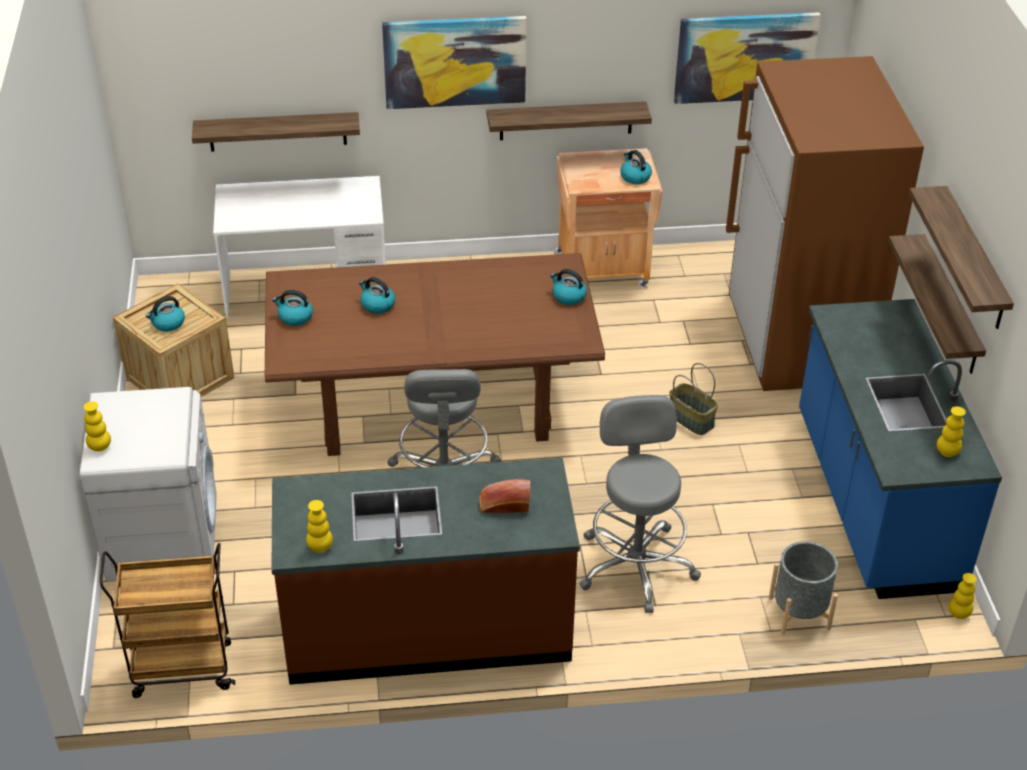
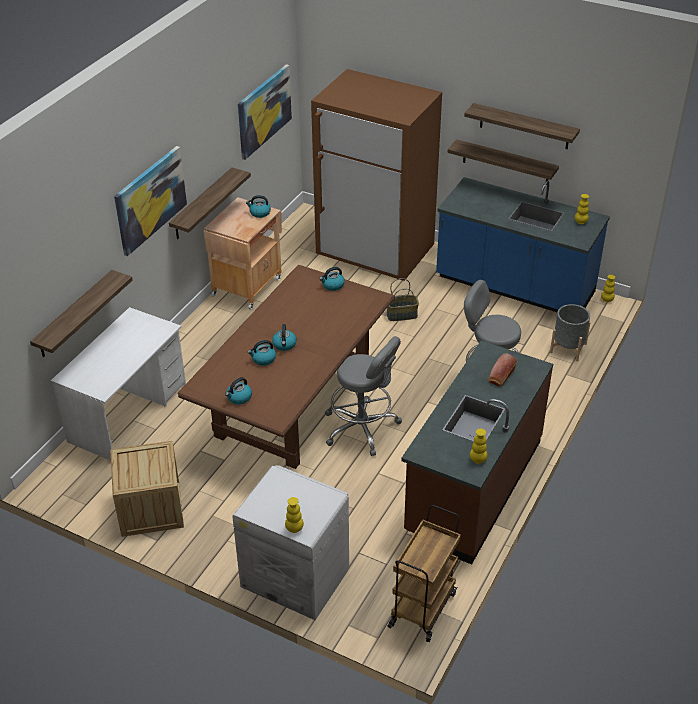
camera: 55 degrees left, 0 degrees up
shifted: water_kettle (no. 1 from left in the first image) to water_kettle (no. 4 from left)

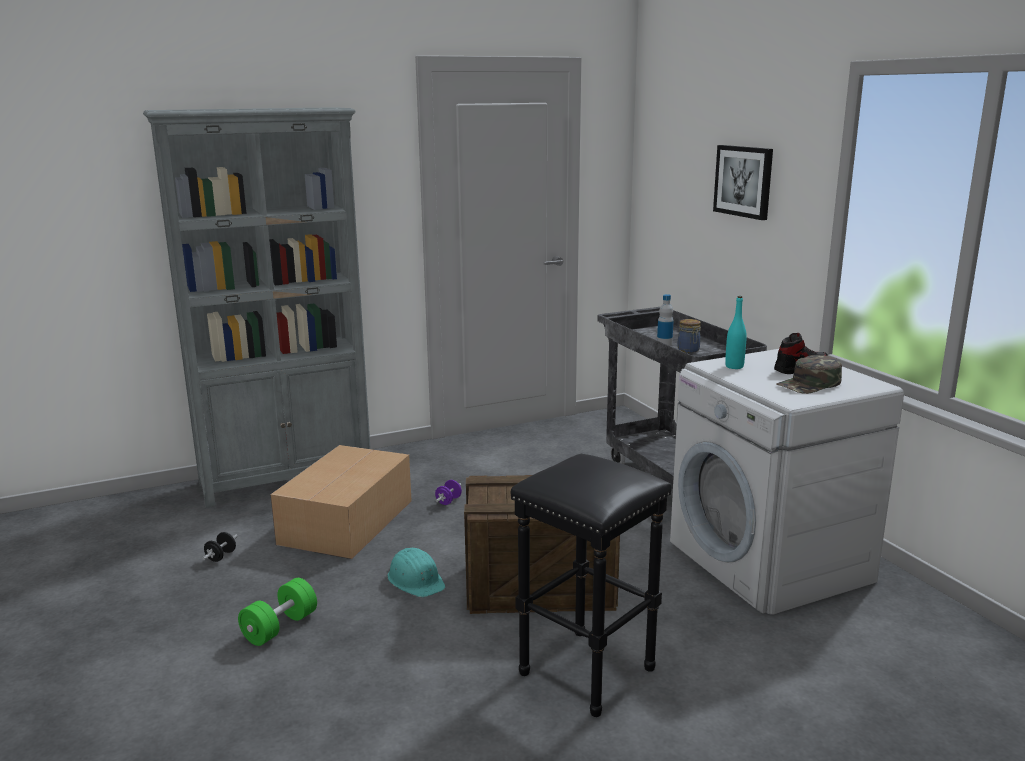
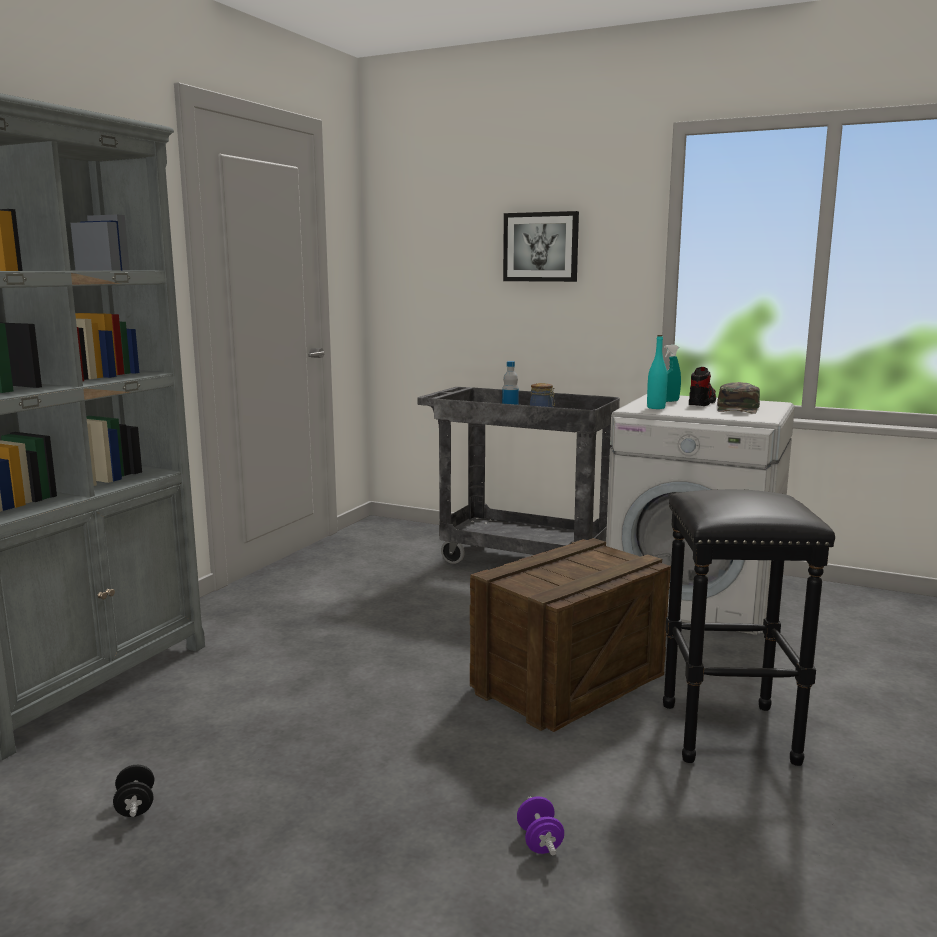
camera: 40 degrees left, 5 degrees down
gone: greenish_hand_weight; carton; turquoise-coloured_safety_helmet
new: turquoise-coloured_hand_sprayer
shifted: purplish_hand_weight

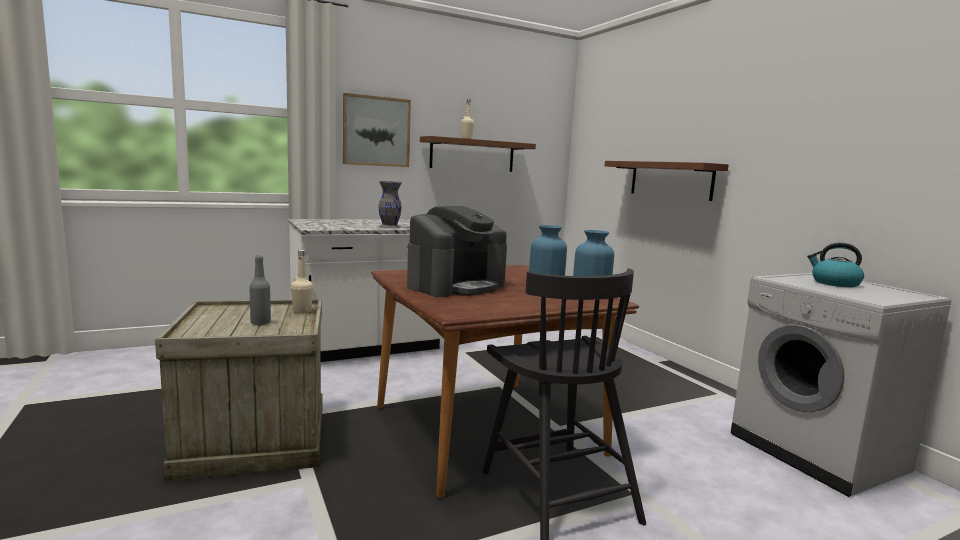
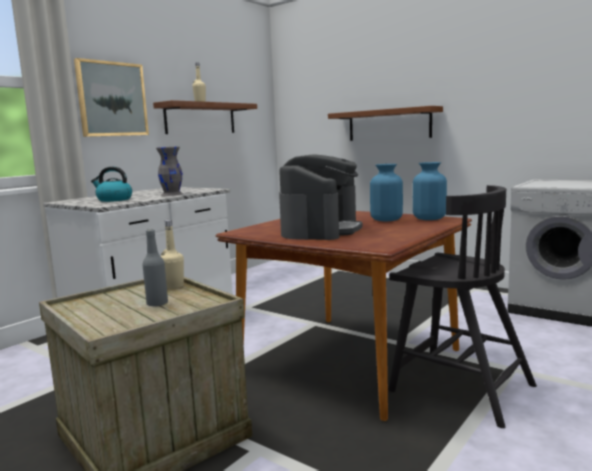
camera: 25 degrees left, 0 degrees up
shifted: water_kettle

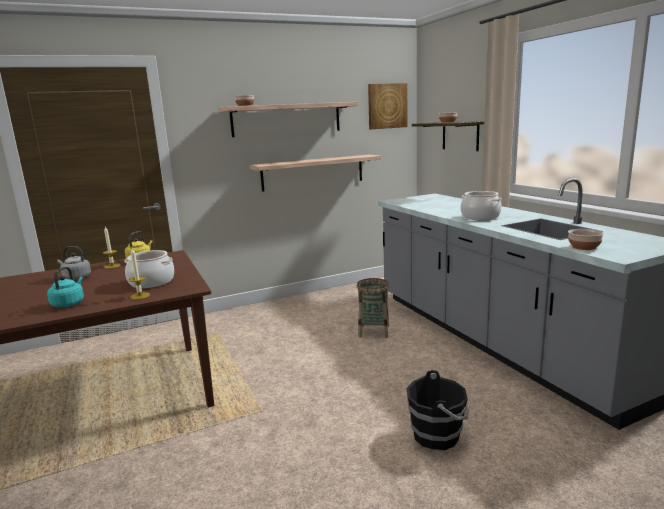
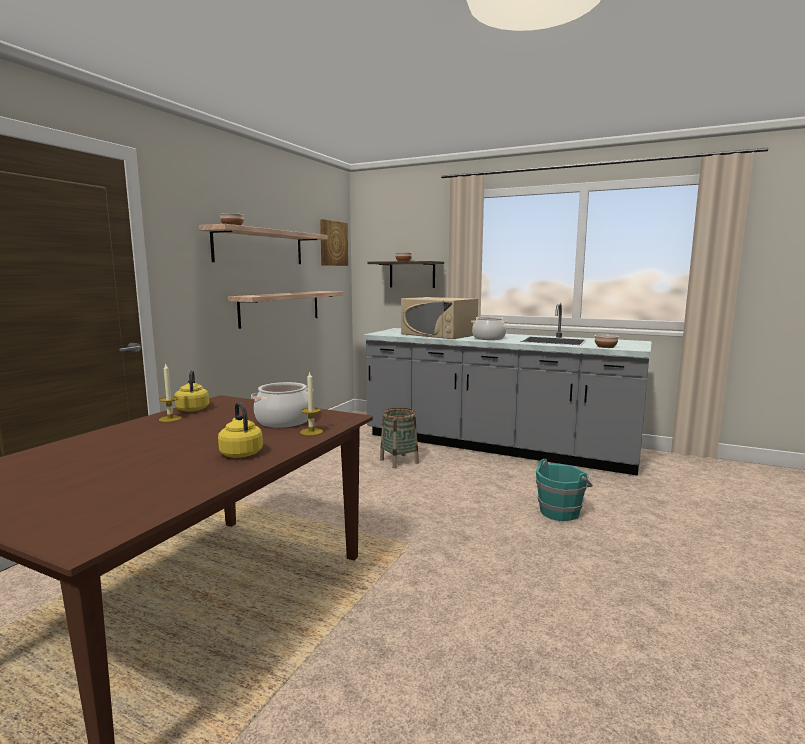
camera: 40 degrees left, 5 degrees down
gone: greyish_water_kettle
new: beige_microwave_oven
repainted: turquoise-coloured_water_kettle to yellow-coloured_water_kettle (no. 2 from left); black-coloured_water_bucket to turquoise-coloured_water_bucket

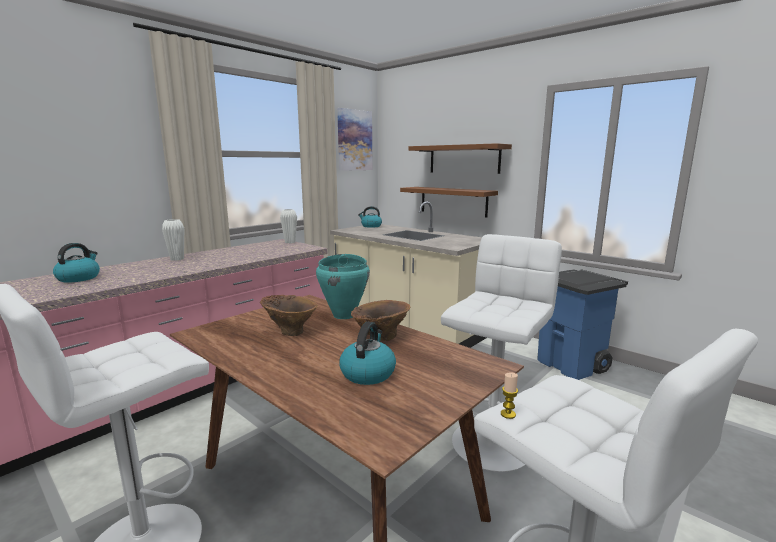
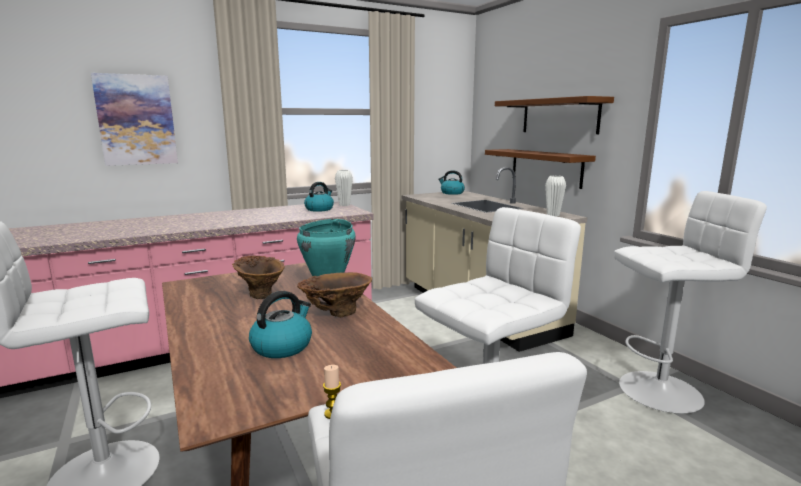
camera: 20 degrees right, 0 degrees up
shifted: water_kettle (no. 1 from left in the first image) to water_kettle (no. 2 from left); white-coloured_flower_vase (no. 1 from left in the first image) to white-coloured_flower_vase (no. 2 from left); wall_picture
swapped: bluish_rubbish_bin to white-coloured_stool (no. 4 from left)

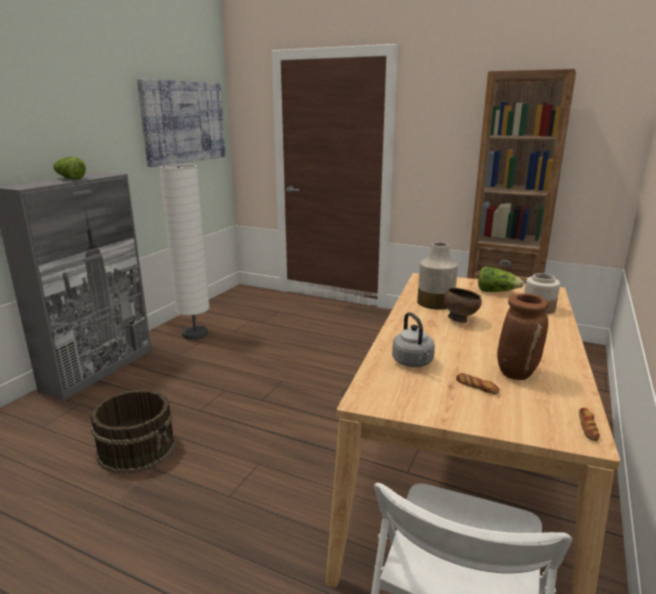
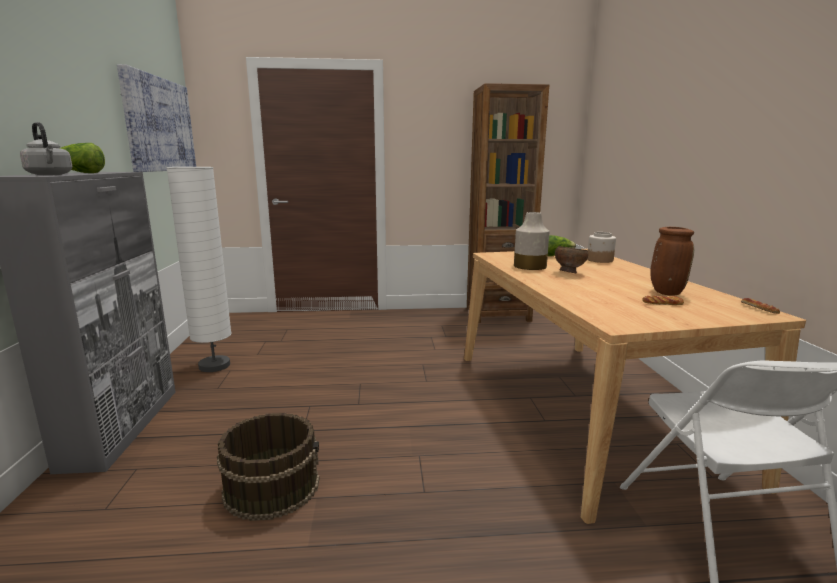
camera: 30 degrees left, 5 degrees down
shifted: greyish_water_kettle

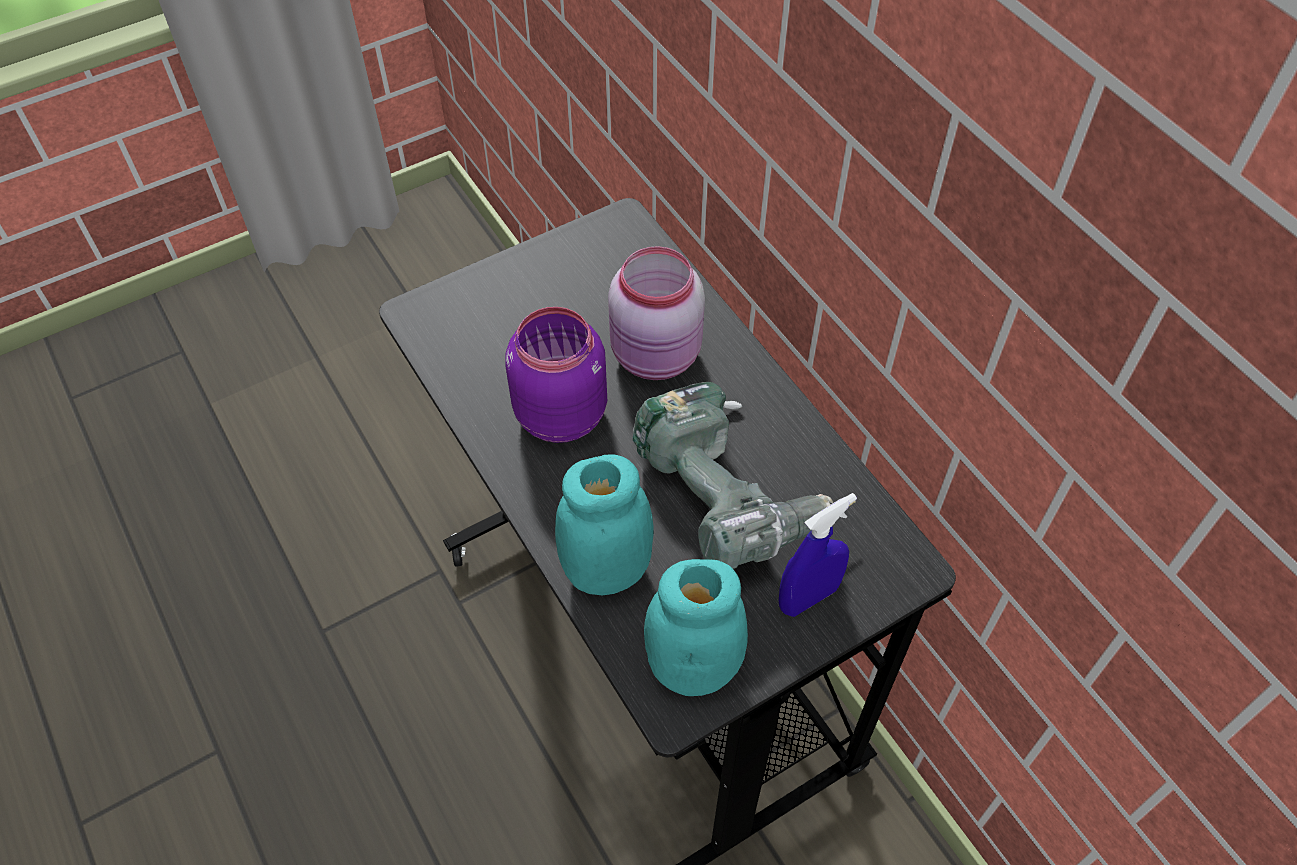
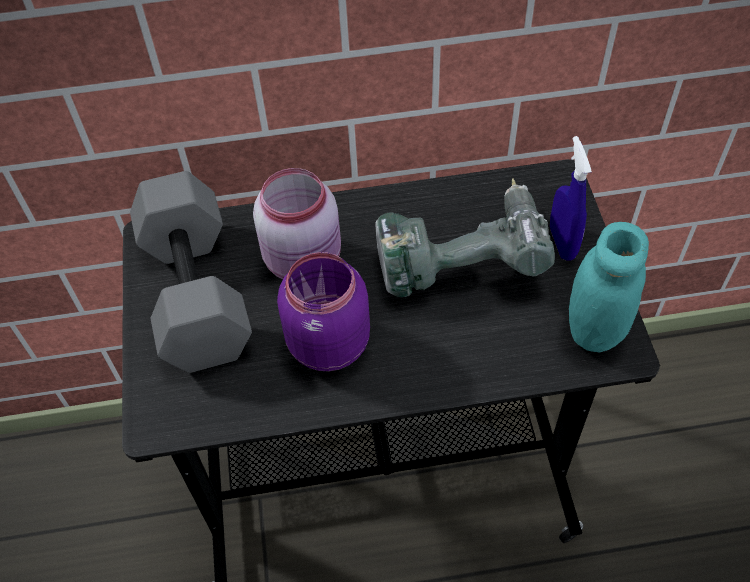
camera: 65 degrees left, 0 degrees up
gone: turquoise-coloured_jar (no. 1 from left)
new: greyish_hand_weight

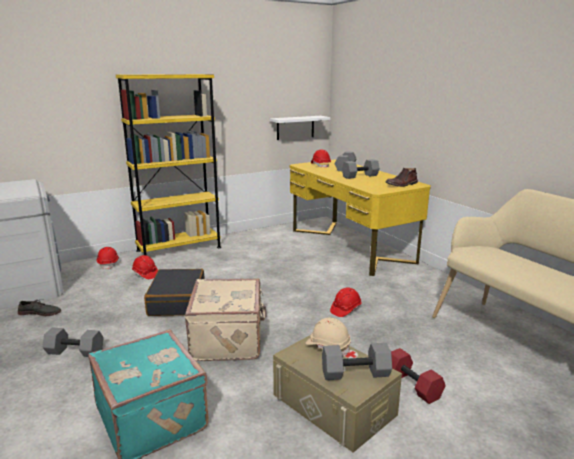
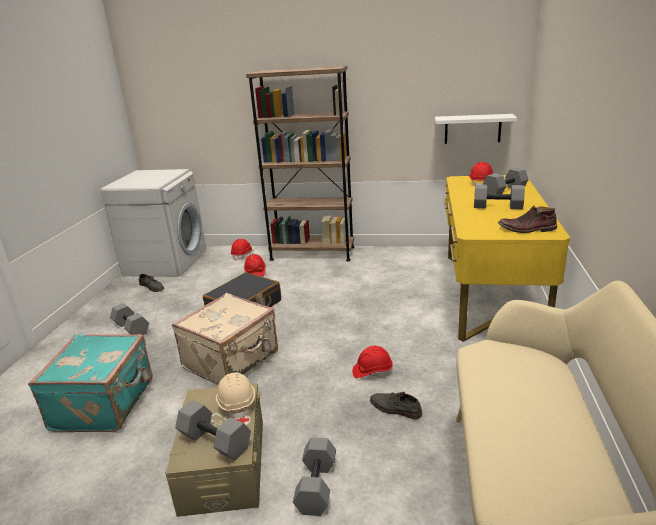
camera: 40 degrees right, 5 degrees up
new: greyish_item_of_footwear (no. 2 from left)
repainted: yellow-coloured_shelving_unit to brownish_shelving_unit; reddish_hand_weight to greyish_hand_weight (no. 3 from left)

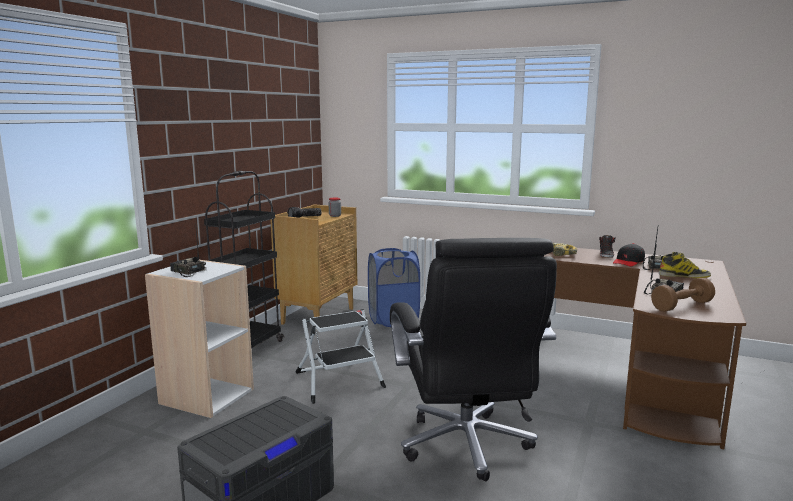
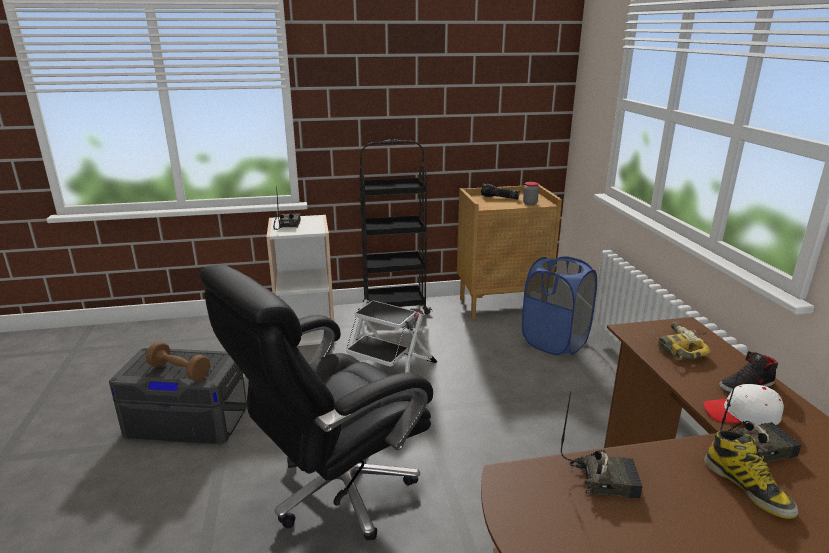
camera: 55 degrees right, 10 degrees up
shifted: brownish_hand_weight
repainted: black-coloured_baseball_cap to white-coloured_baseball_cap

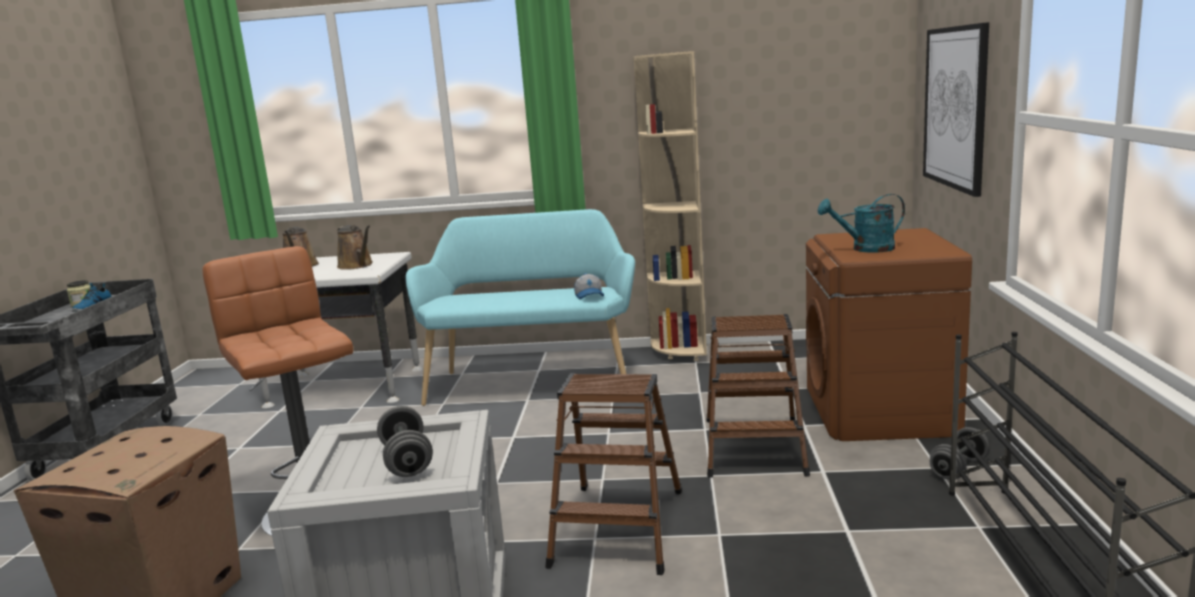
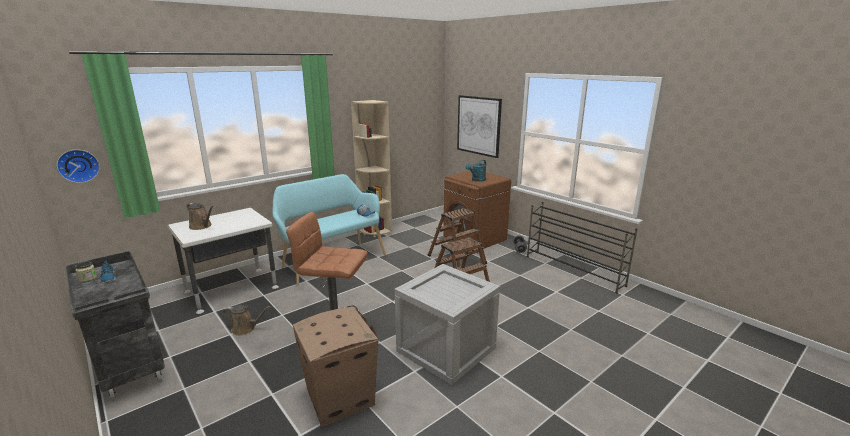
camera: 45 degrees left, 5 degrees up
gone: greyish_hand_weight (no. 1 from left)
new: clock_on_the_wall
shifted: brownish_watering_can (no. 2 from left)

